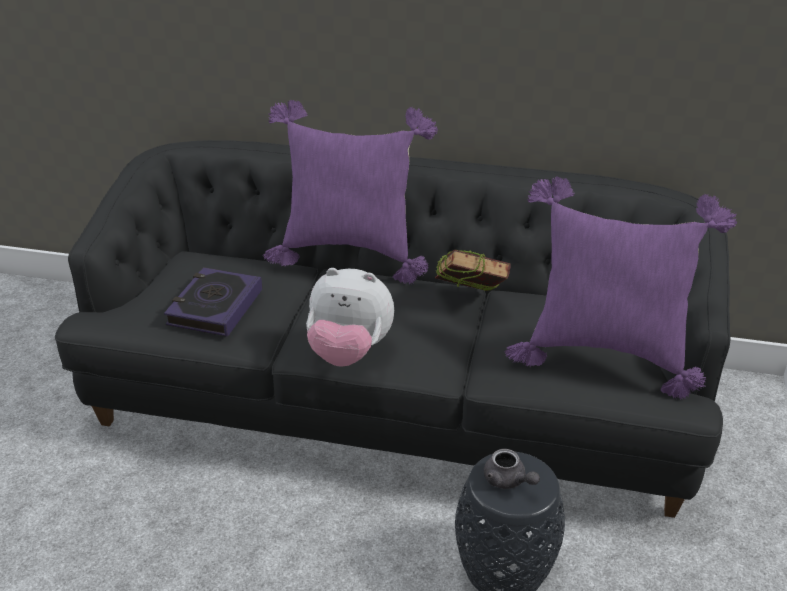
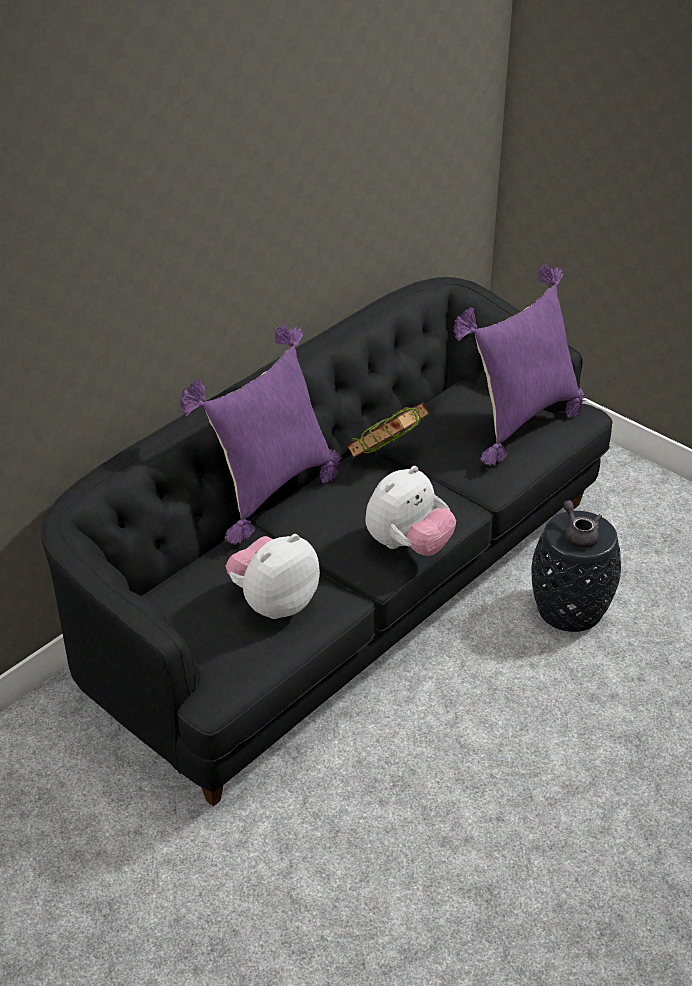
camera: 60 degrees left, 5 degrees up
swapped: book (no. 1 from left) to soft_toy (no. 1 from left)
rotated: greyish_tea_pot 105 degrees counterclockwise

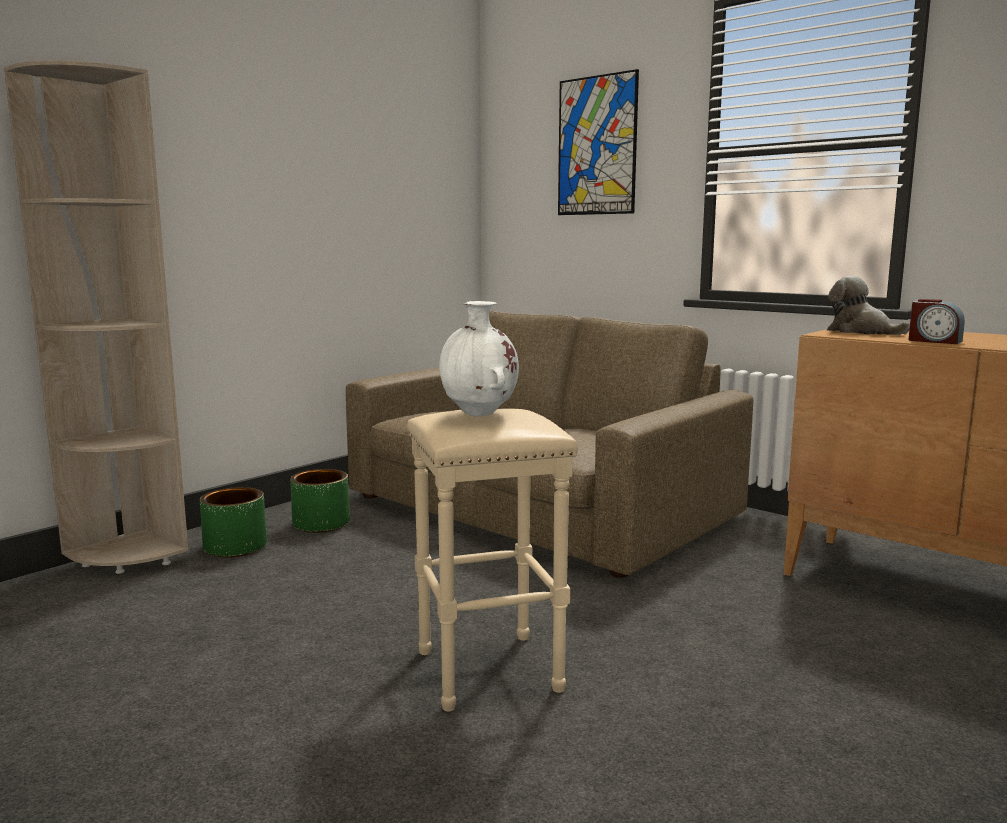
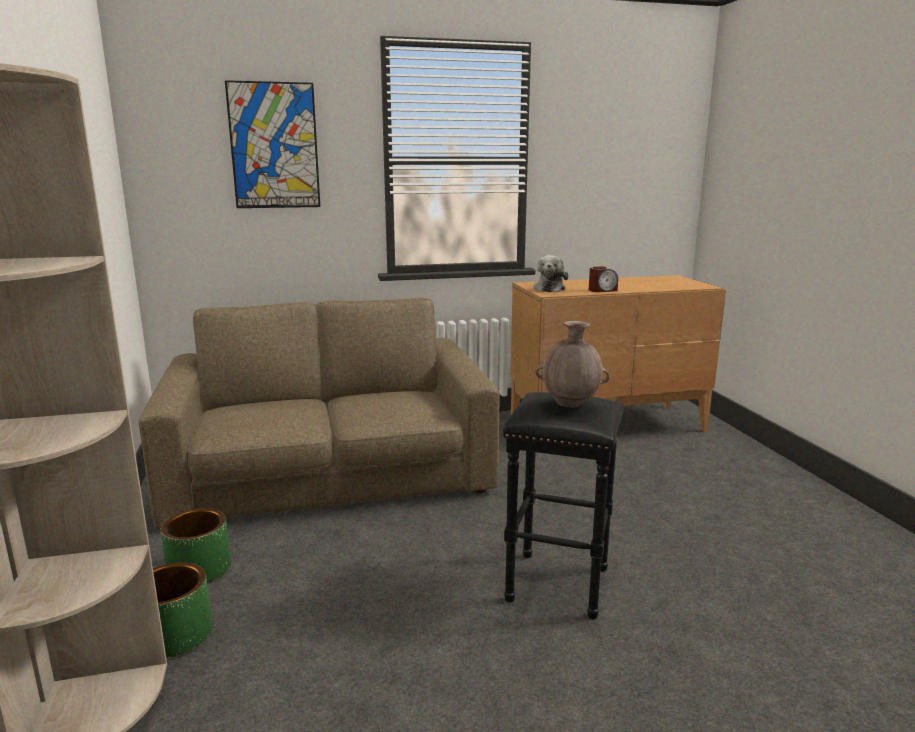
camera: 55 degrees left, 5 degrees up
repainted: beige_stool to black-coloured_stool; white-coloured_flower_vase to brownish_flower_vase
rotated: soft_toy 75 degrees counterclockwise

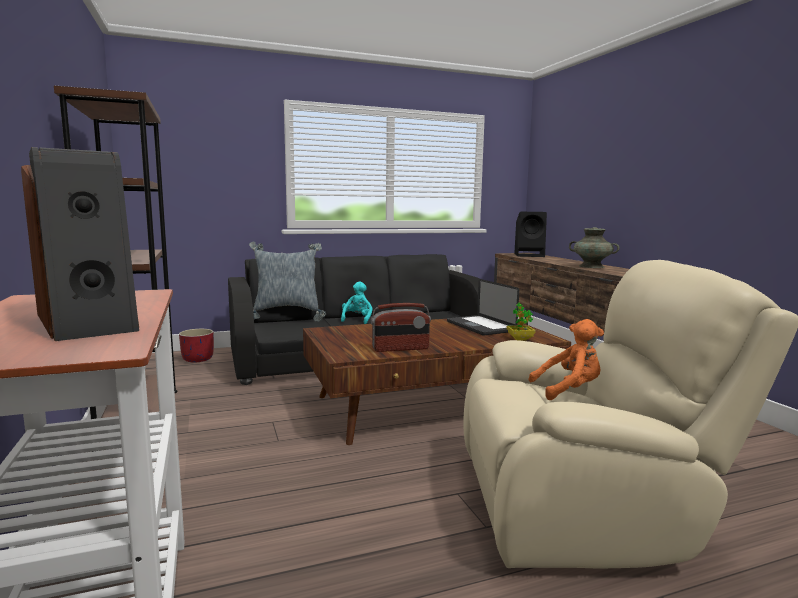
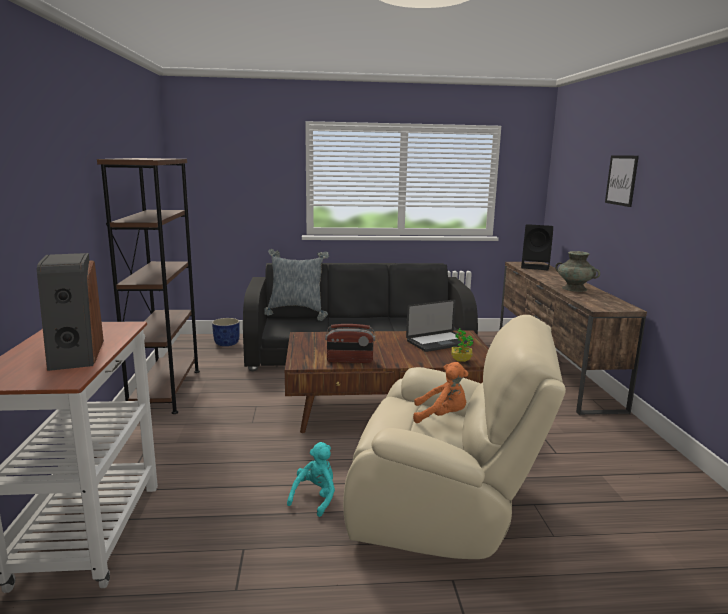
camera: 15 degrees right, 5 degrees up
new: wall_picture
shifted: turquoise-coloured_soft_toy
repainted: reddish_planter to bluish_planter
rotated: laptop 105 degrees counterclockwise

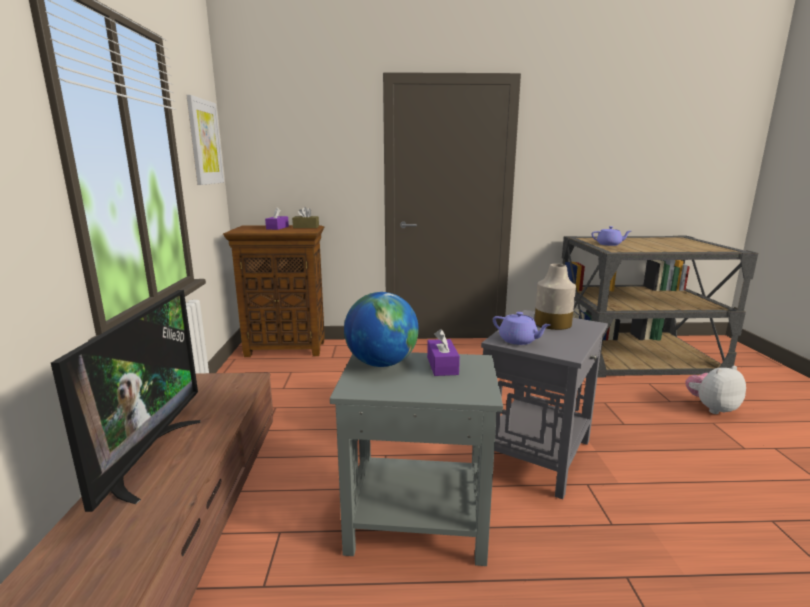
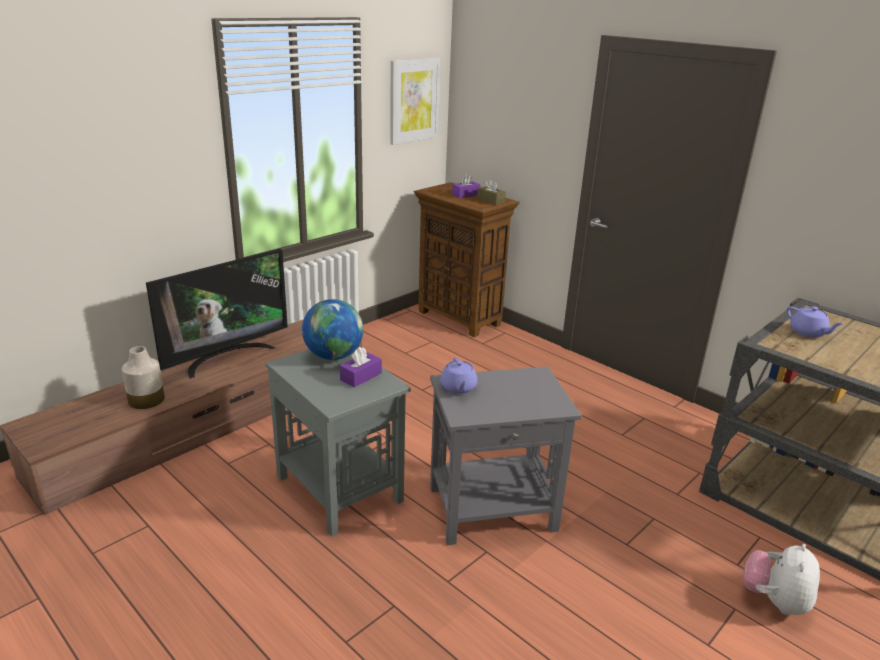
camera: 45 degrees right, 10 degrees up
shifted: beige_flower_vase
rotated: soft_toy 90 degrees counterclockwise

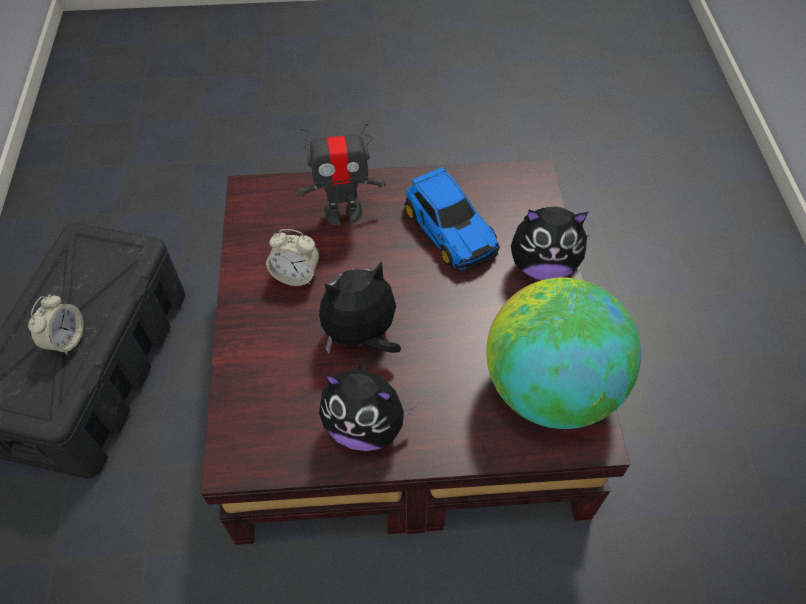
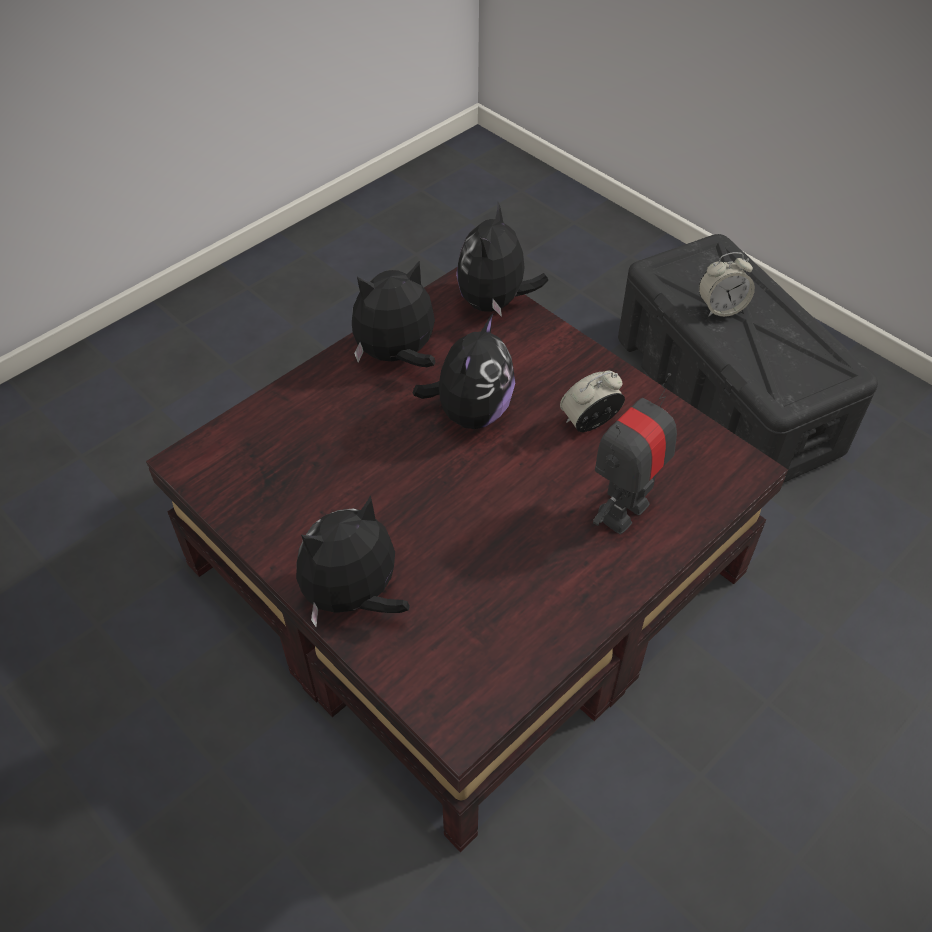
camera: 140 degrees right, 5 degrees down
gone: toy_car; world_globe
new: soft_toy (no. 4 from left)
rotated: alarm_clock (no. 1 from left in the first image) 75 degrees counterclockwise

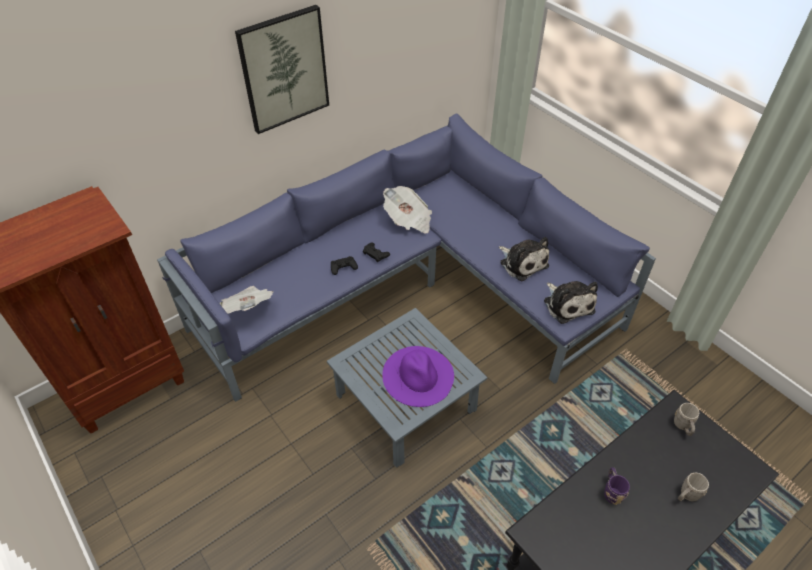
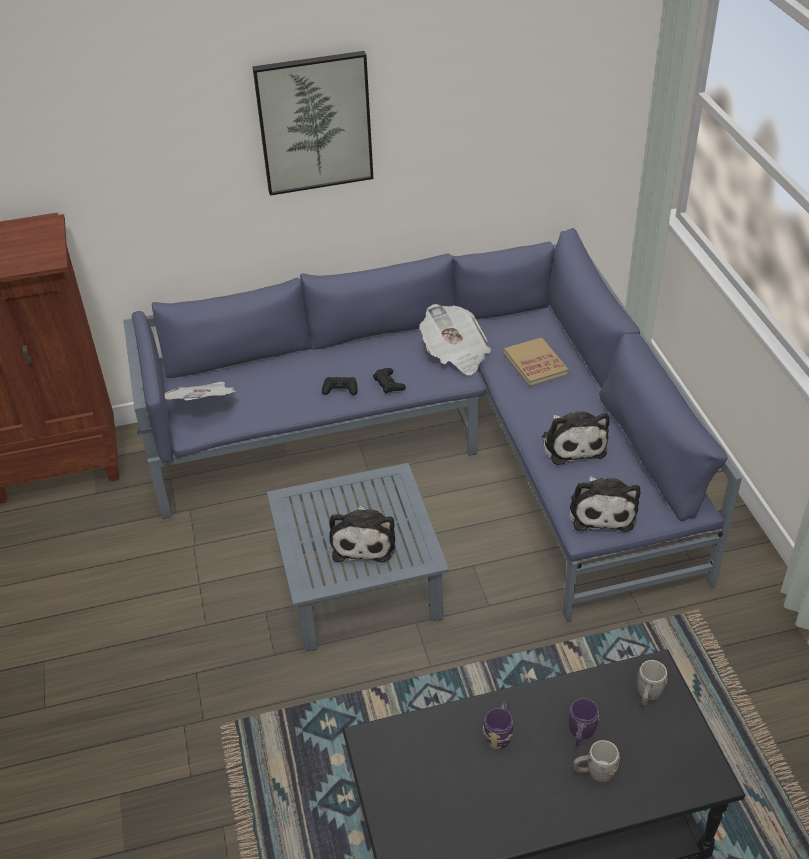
camera: 25 degrees right, 5 degrees down
new: book; purplish_tea_mug (no. 2 from left)
swapped: purplish_hat to soft_toy (no. 1 from left)

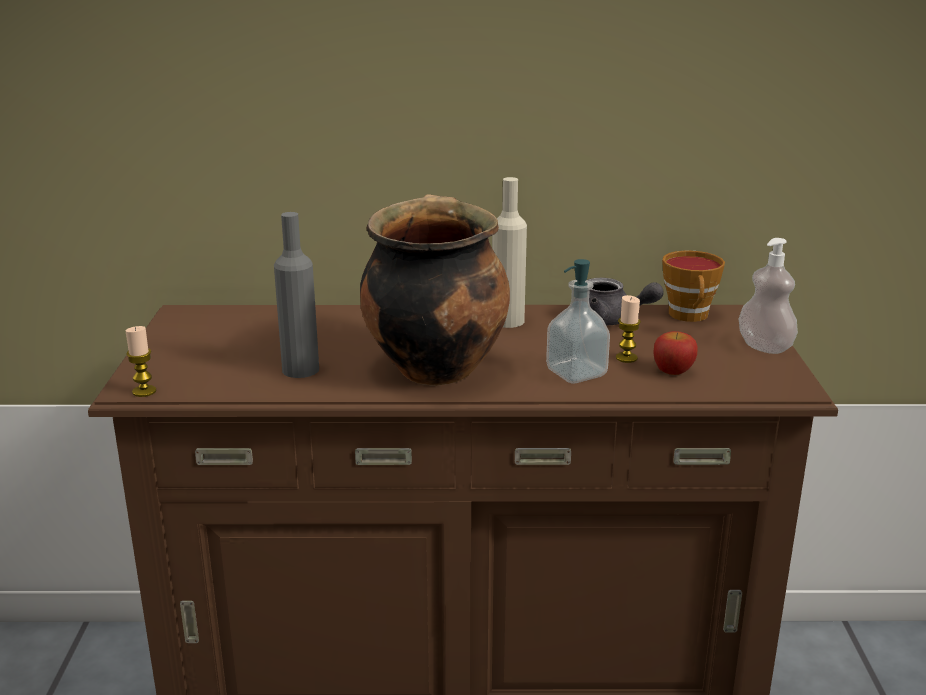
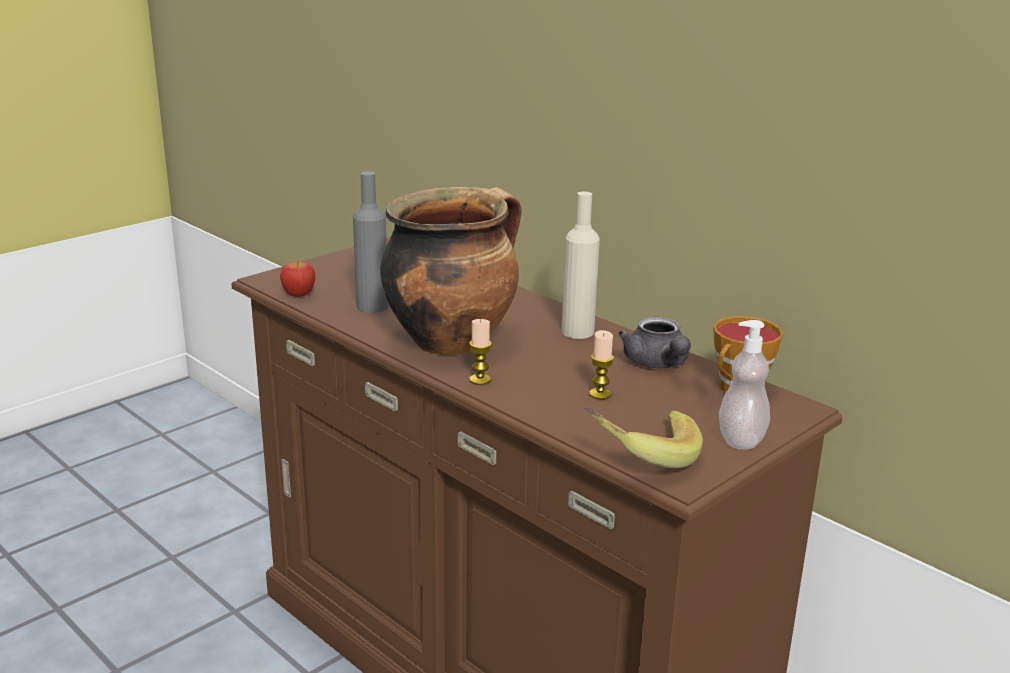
camera: 45 degrees right, 0 degrees up
gone: soap_dispenser (no. 1 from left)
new: whole_banana
shifted: wax_light (no. 1 from left); apple

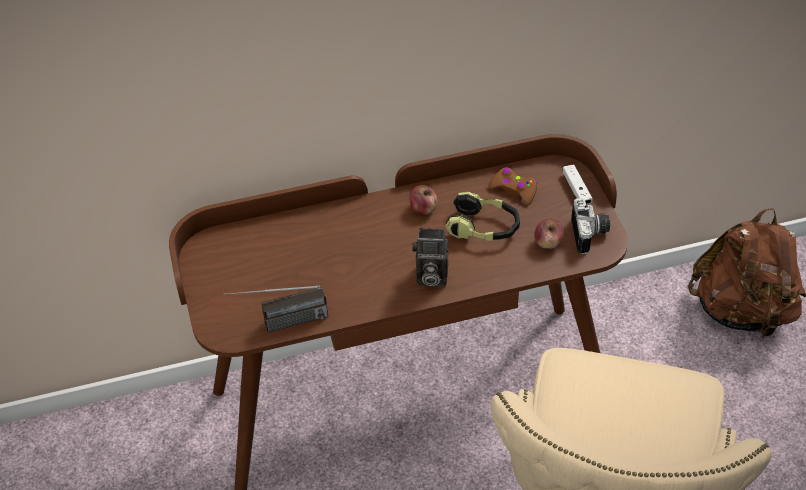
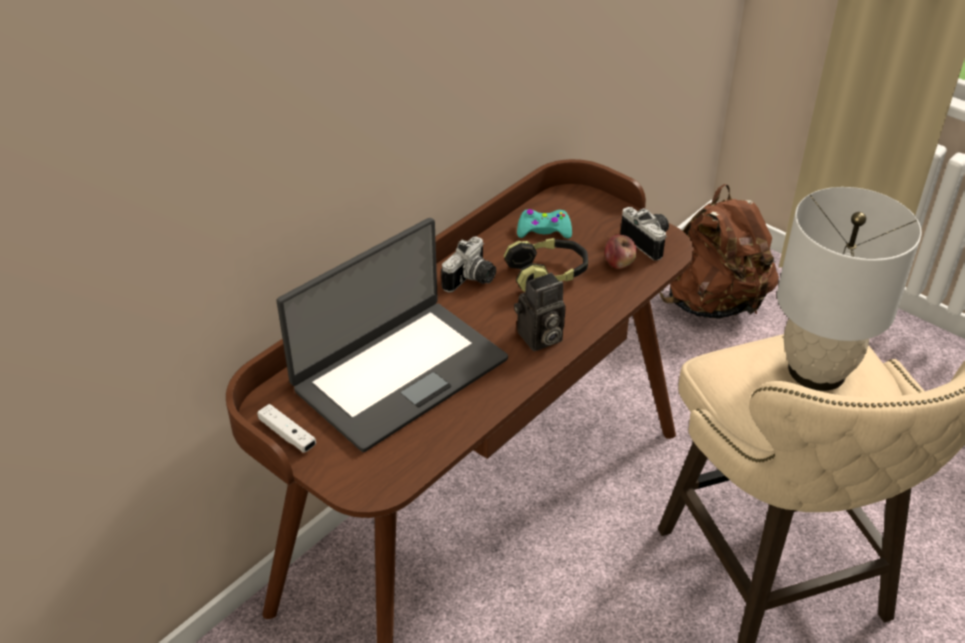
camera: 35 degrees left, 5 degrees down
gone: radio_set
new: laptop; white-coloured_table_lamp
shifted: white-coloured_gamepad
swapped: apple (no. 1 from left) to photo_camera (no. 1 from left)
repainted: brownish_gamepad to turquoise-coloured_gamepad

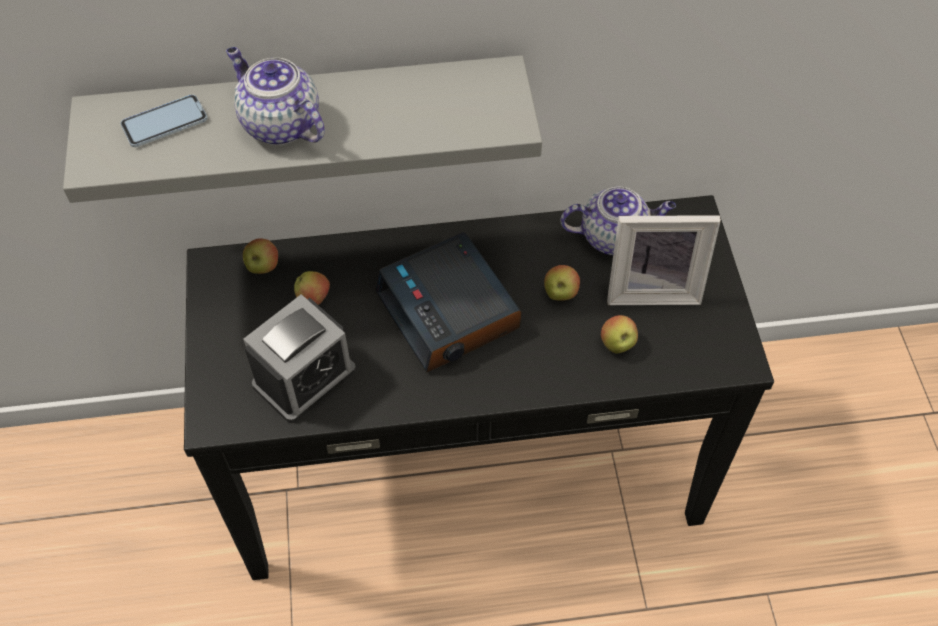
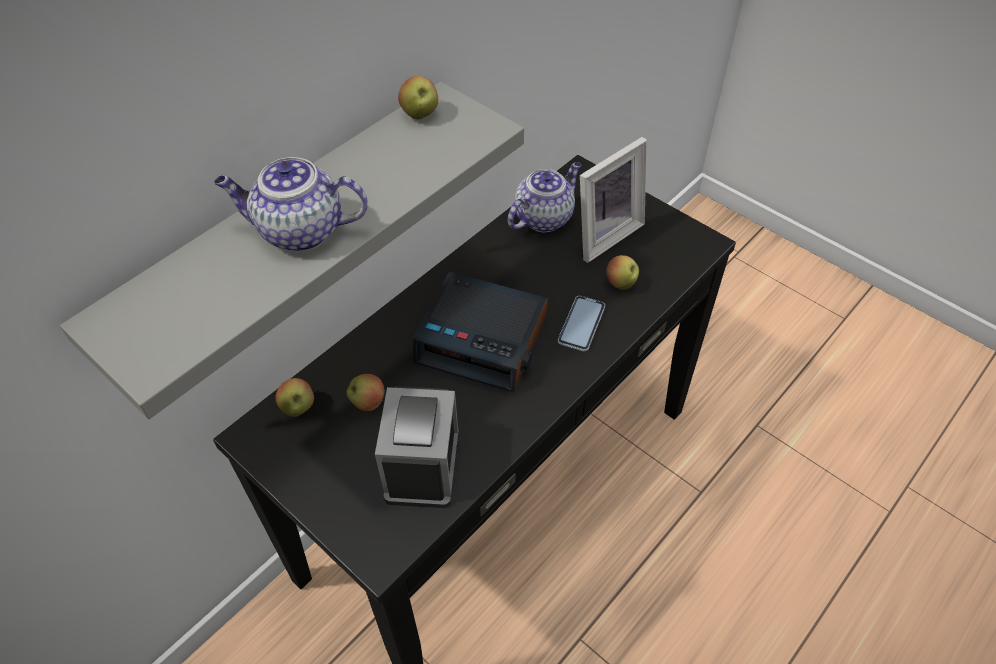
camera: 40 degrees left, 5 degrees down
shifted: handset; apple (no. 3 from left)

